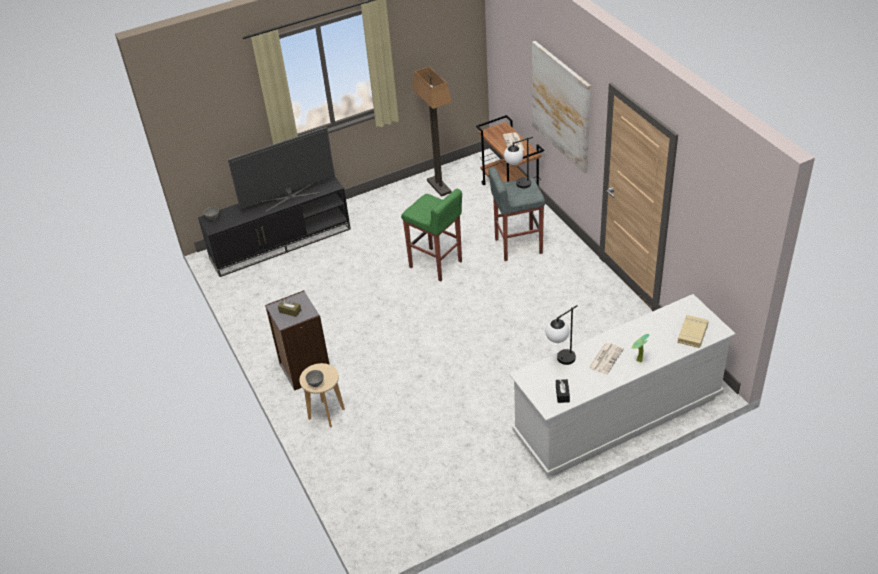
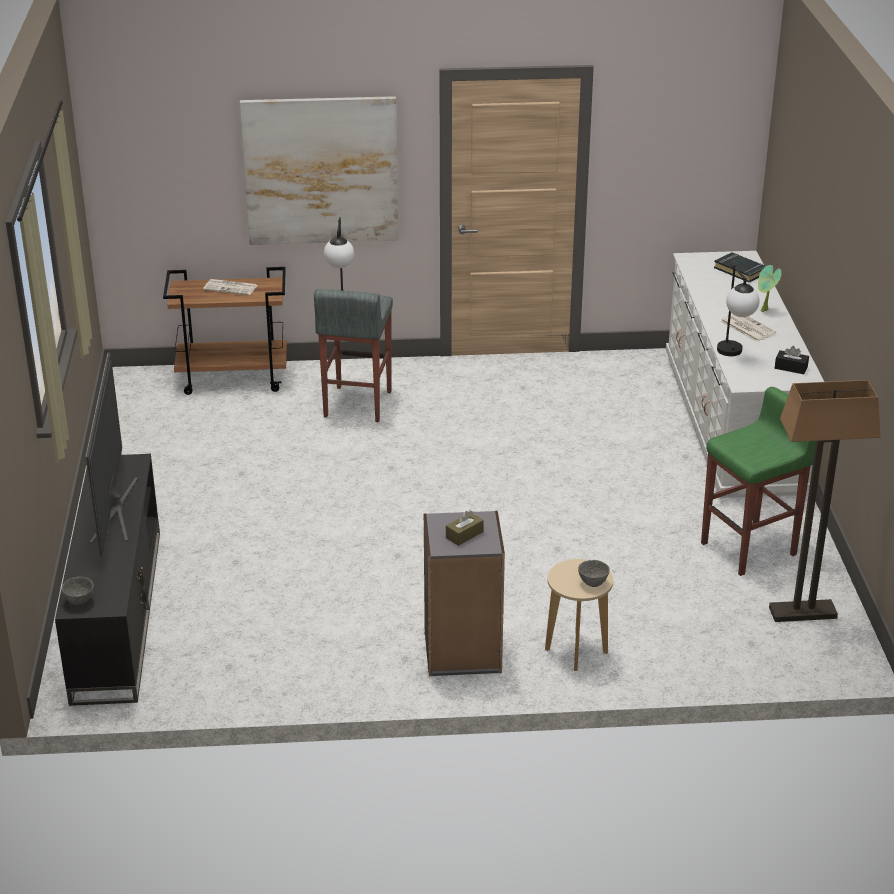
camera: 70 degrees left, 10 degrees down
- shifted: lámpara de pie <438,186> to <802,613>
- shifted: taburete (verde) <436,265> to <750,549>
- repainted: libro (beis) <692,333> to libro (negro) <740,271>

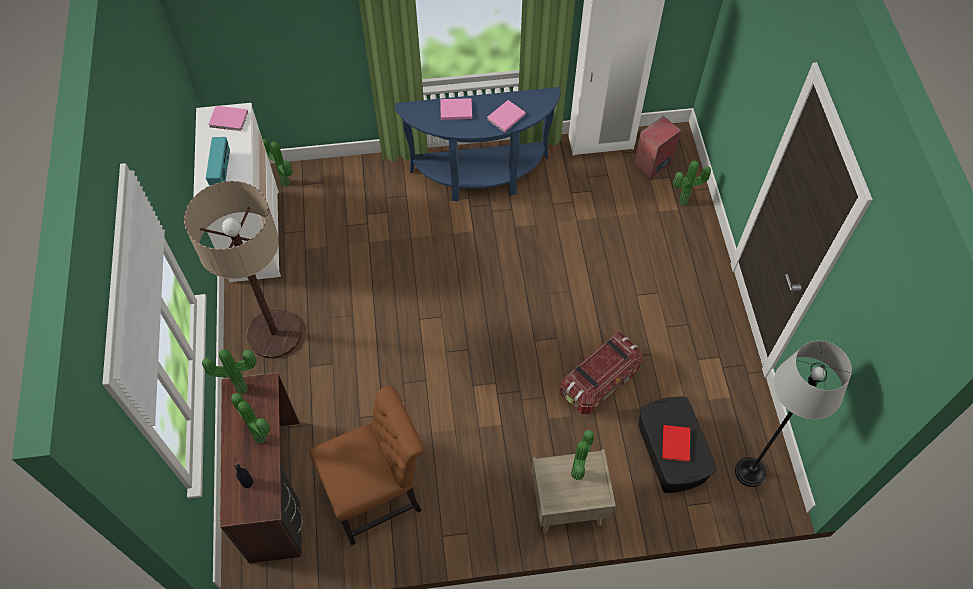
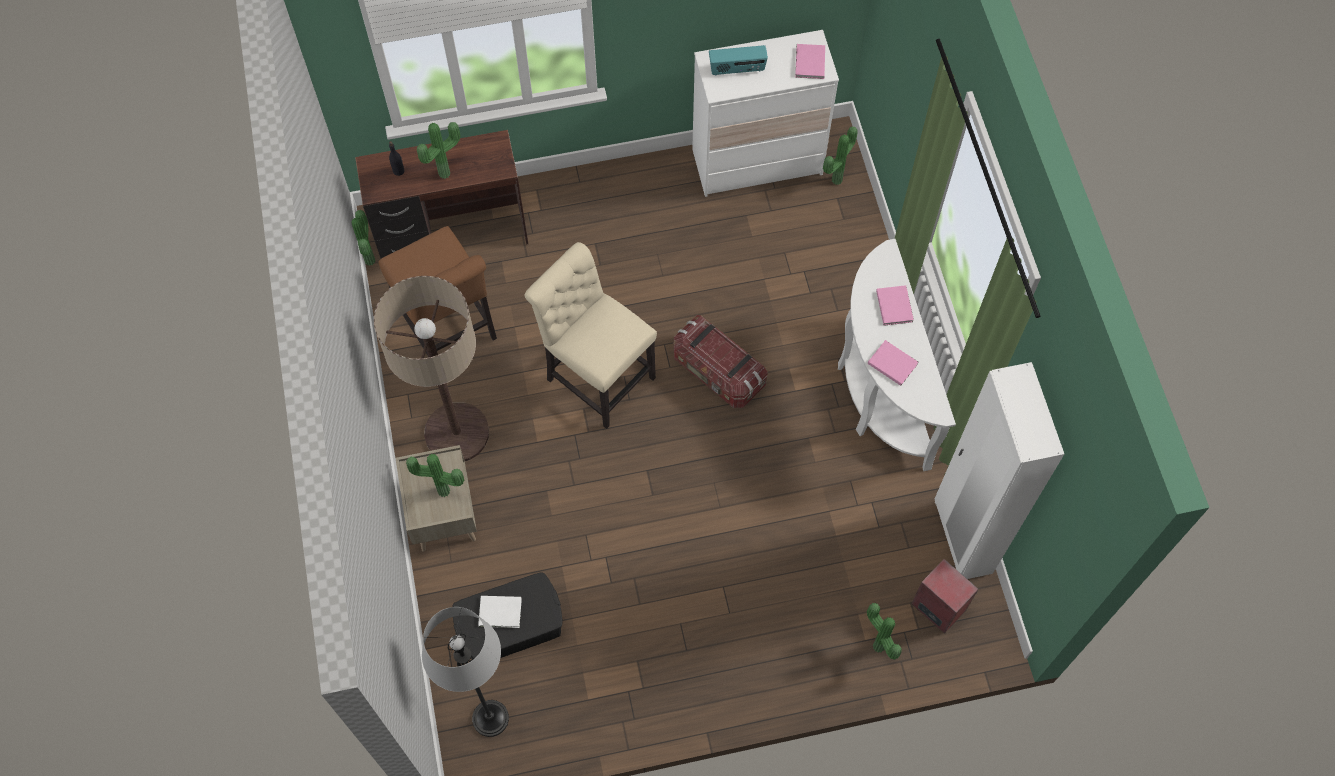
camera: 85 degrees right, 5 degrees up
- repainted: mesa consola (azul) <480,177> to mesa consola (blanco) <879,392>
- shifted: lámpara de pie <274,334> to <456,433>
- shifted: caja de almacenaje <600,382> to <717,372>
- shifted: planta en maceta <242,387> to <372,260>
- repainted: libro (rojo) <676,443> to libro (blanco) <501,613>
- new: silla (beis) <596,375>

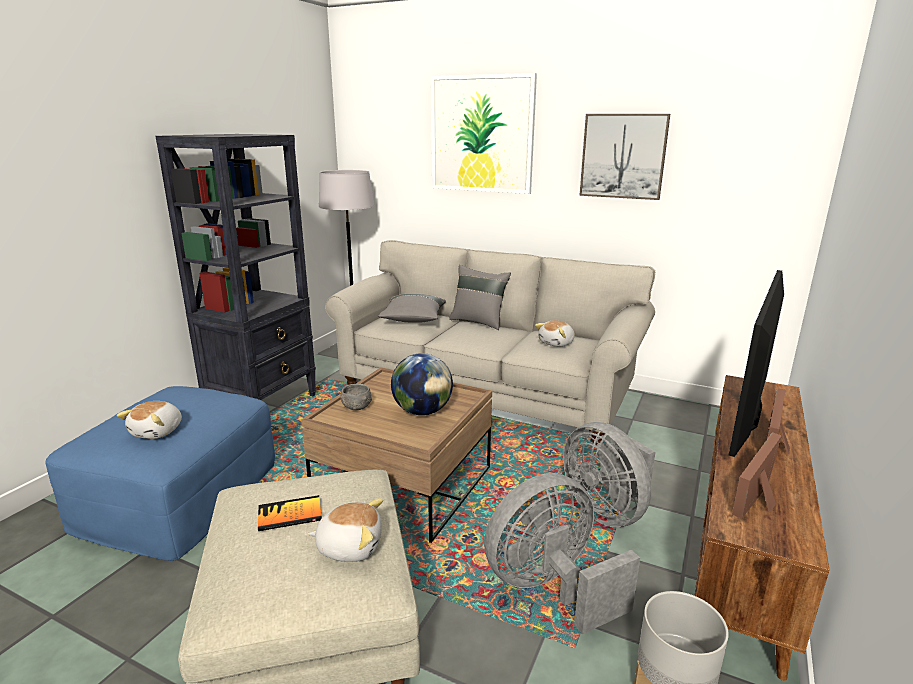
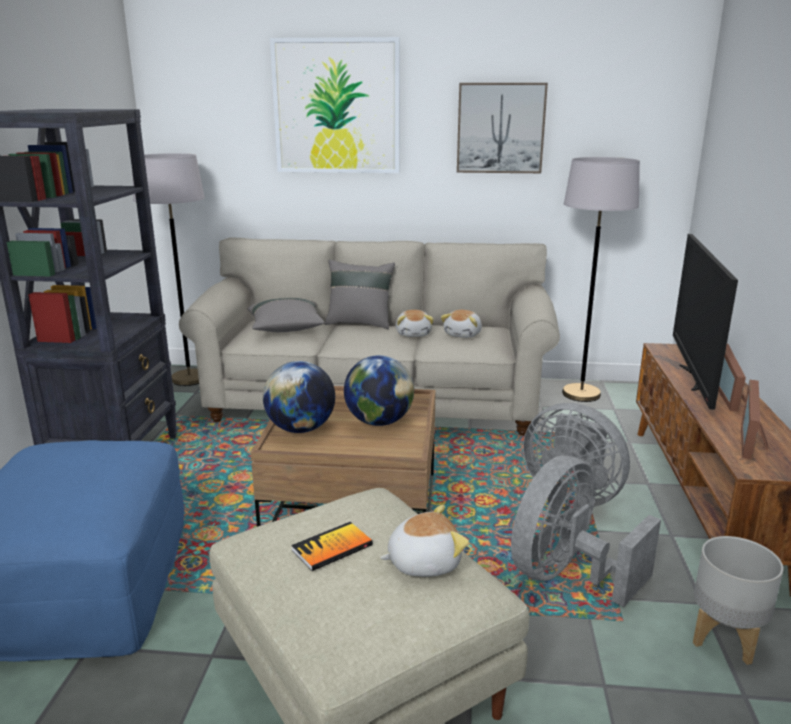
camera: 20 degrees left, 0 degrees up
- swapped: cuenco (gris) <356,406> to globo terráqueo <301,429>
- shifted: peluche <158,431> to <414,334>
- new: lámpara de pie (gris) <581,394>

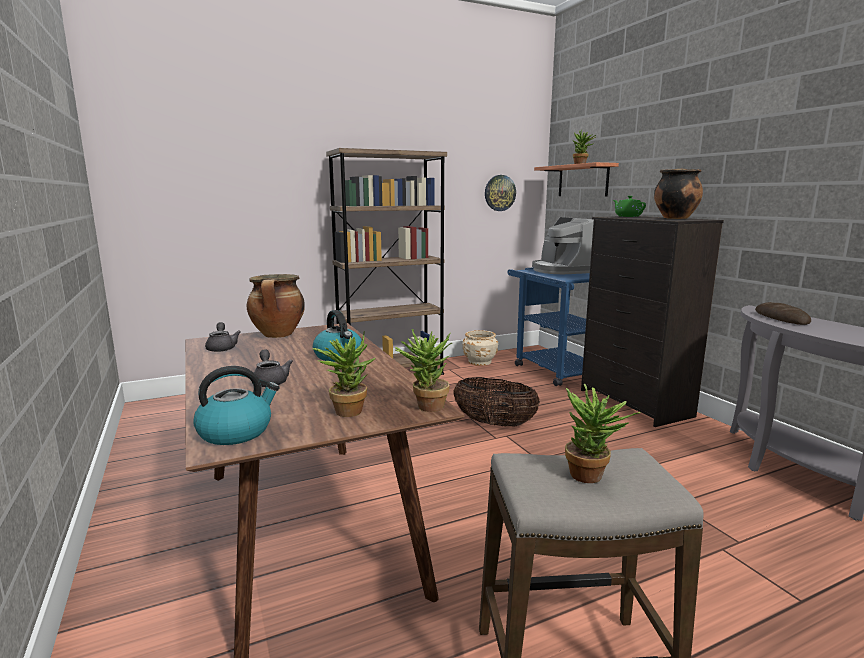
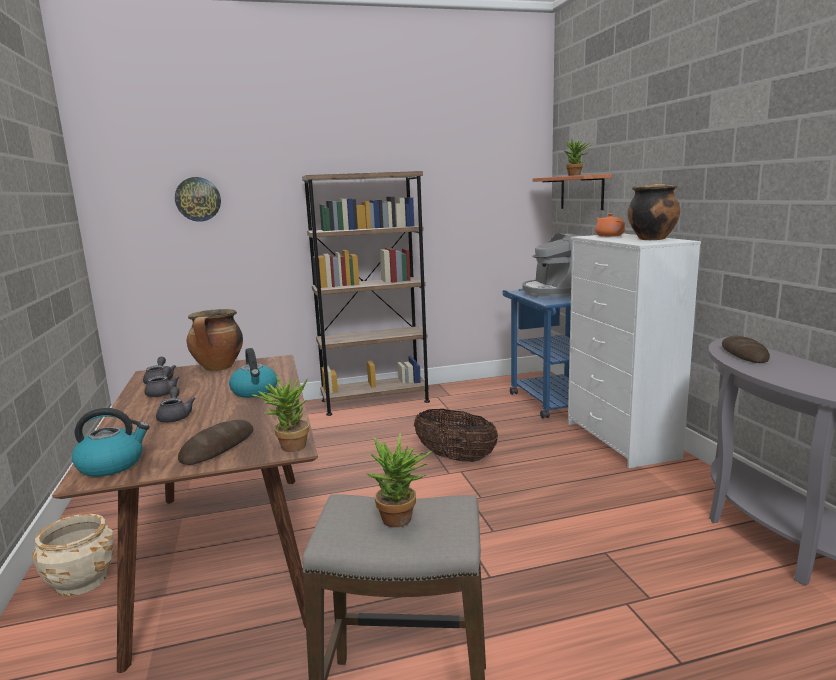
camera: 10 degrees right, 0 degrees up
- shifted: reloj de pared <499,193> to <198,199>
- repainted: tetera (verde) <627,216> to tetera (naranja) <609,236>
- repainted: cómoda (negro) <634,403> to cómoda (blanco) <620,440>
- shifted: maceta (beis) <479,361> to <82,581>
- swapped: planta en maceta <346,409> to pan <218,447>
- new: tetera (gris) <163,392>

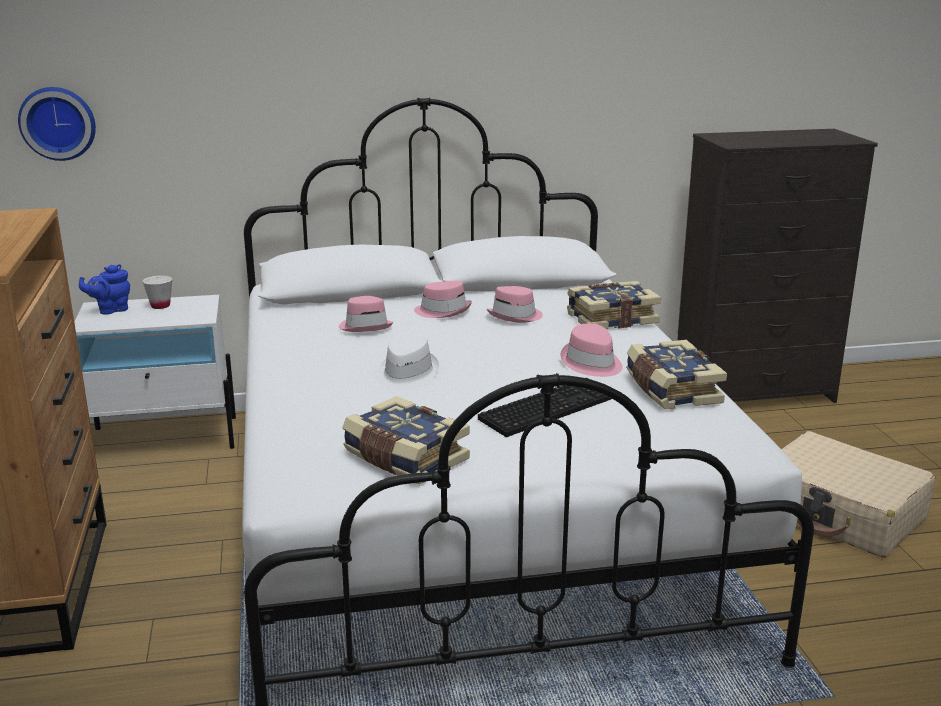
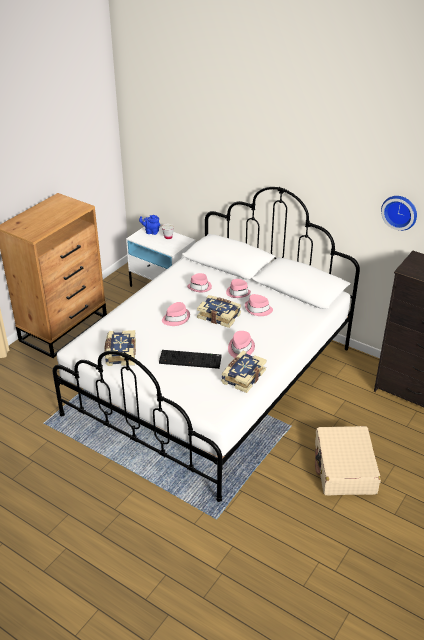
camera: 45 degrees right, 15 degrees up
- shifted: reloj de pared <58,123> to <400,211>
- shifted: libro <611,318> to <219,316>
- repainted: sombrero (blanco) <406,373> to sombrero (rosa) <176,318>

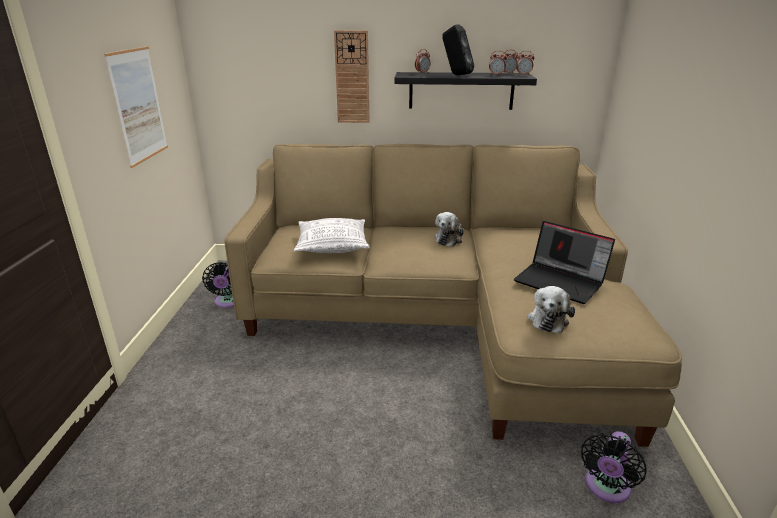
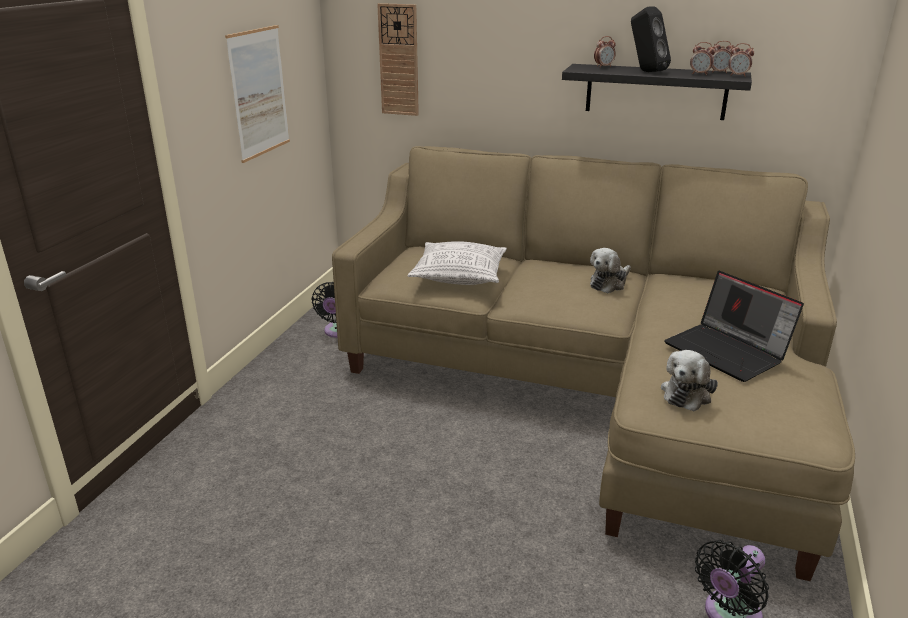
camera: 15 degrees right, 0 degrees up
- shifted: reloj de pared <352,77> to <399,60>

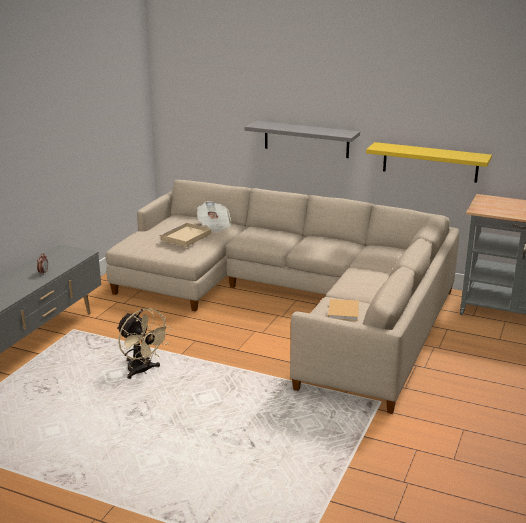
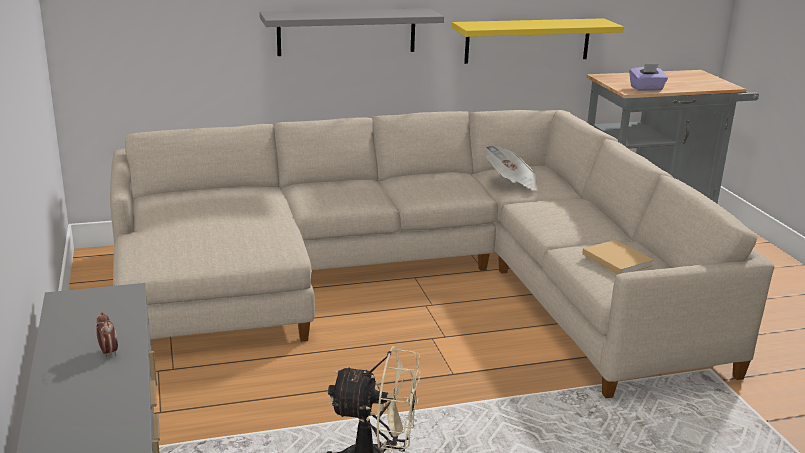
camera: 40 degrees left, 0 degrees up
- shifted: periódico <214,226> to <511,182>
- gone: bandeja (beis) <185,237>
- new: caja de pañuelos (morado) <646,88>

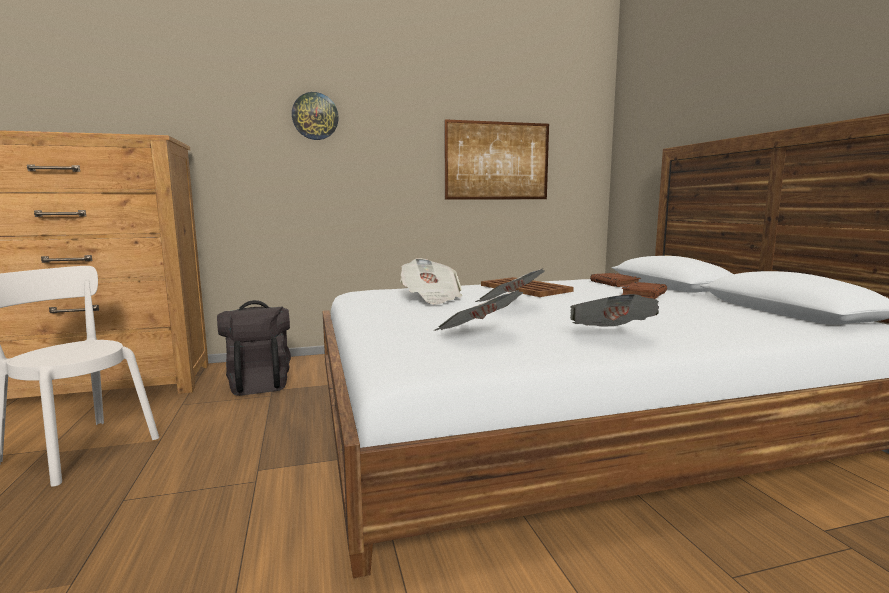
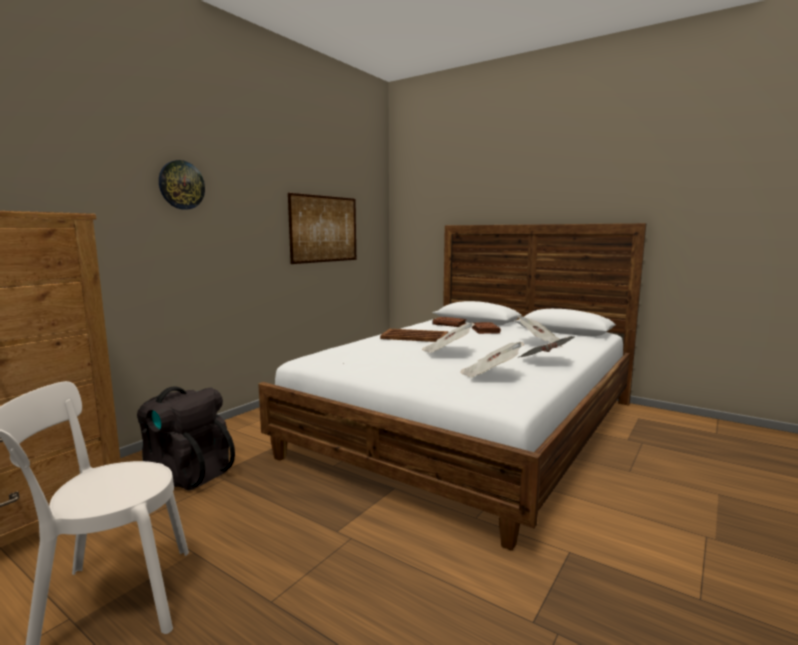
camera: 40 degrees left, 0 degrees up
- shifted: periódico <431,298> to <540,343>

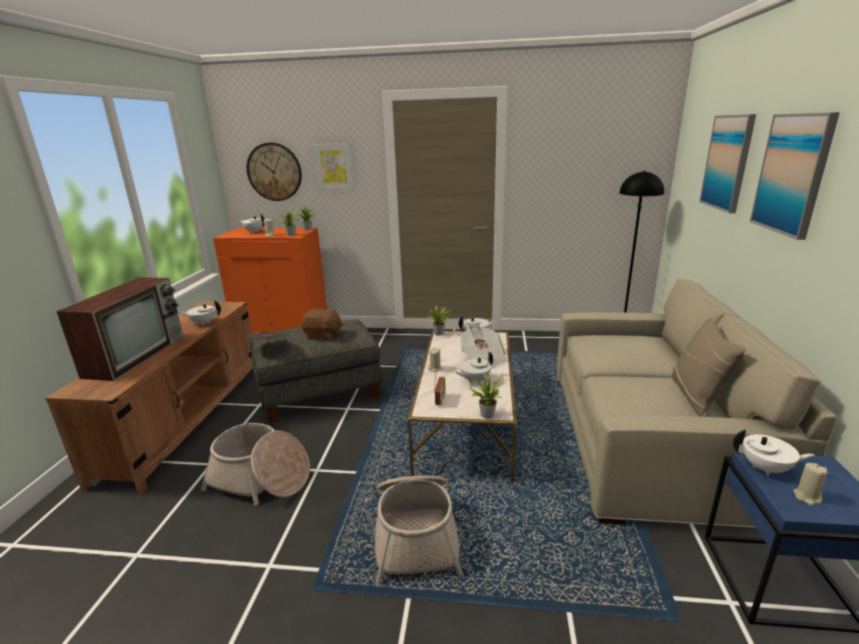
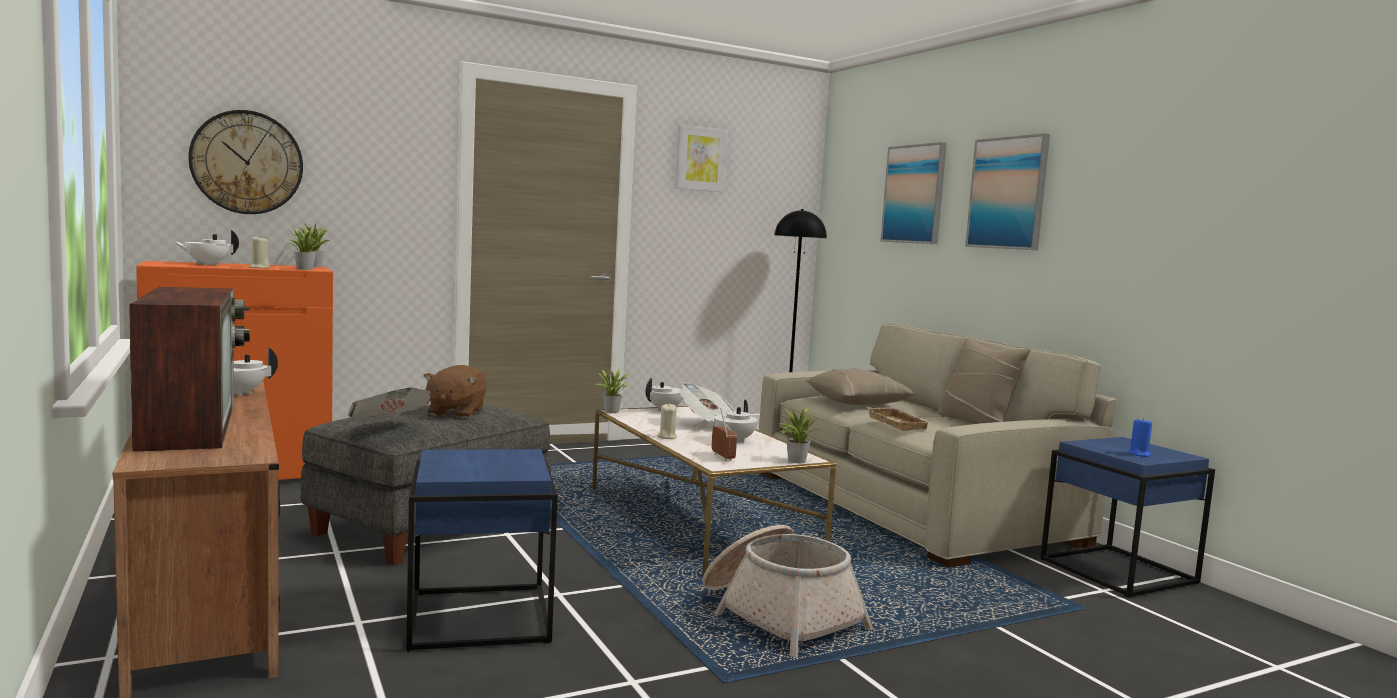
camera: 35 degrees left, 15 degrees down
- shifted: cuadro <334,166> to <701,159>
- rotated: peluche (marrón) <323,335> = <455,413> 120 degrees clockwise
- swapped: cesta <261,479> to mesa auxiliar (azul) <481,618>
- gone: tetera (blanco) <765,468>
- repainted: vela (beis) <807,497> to vela (azul) <1139,454>
- new: cojín (beis) <858,402>
- new: bandeja (beis) <900,424>

